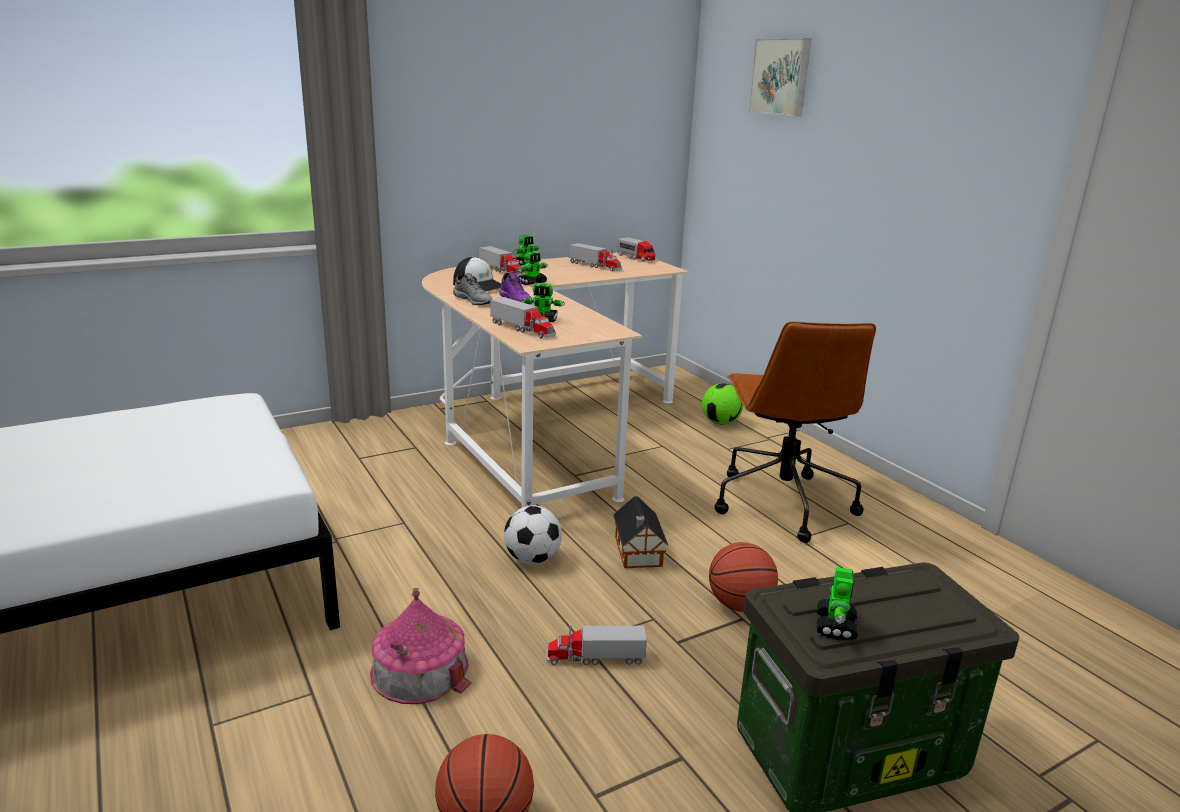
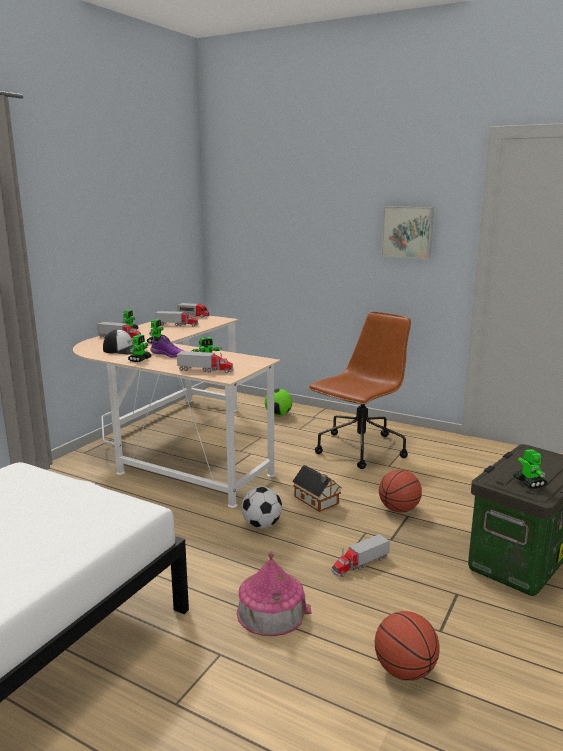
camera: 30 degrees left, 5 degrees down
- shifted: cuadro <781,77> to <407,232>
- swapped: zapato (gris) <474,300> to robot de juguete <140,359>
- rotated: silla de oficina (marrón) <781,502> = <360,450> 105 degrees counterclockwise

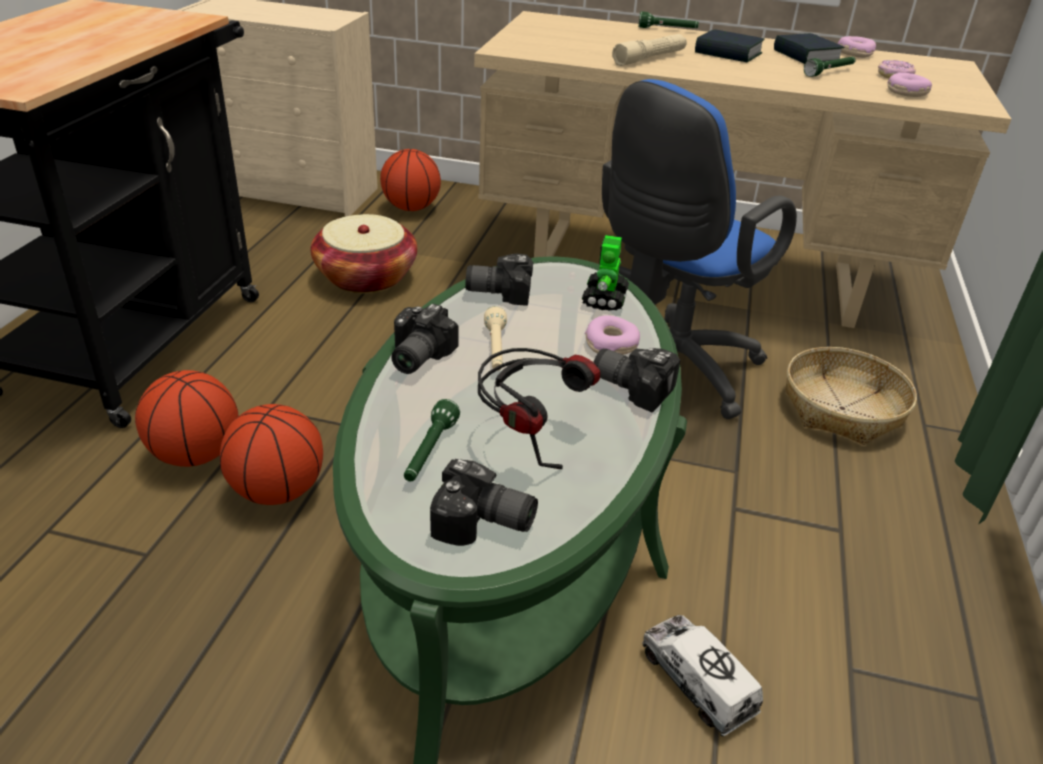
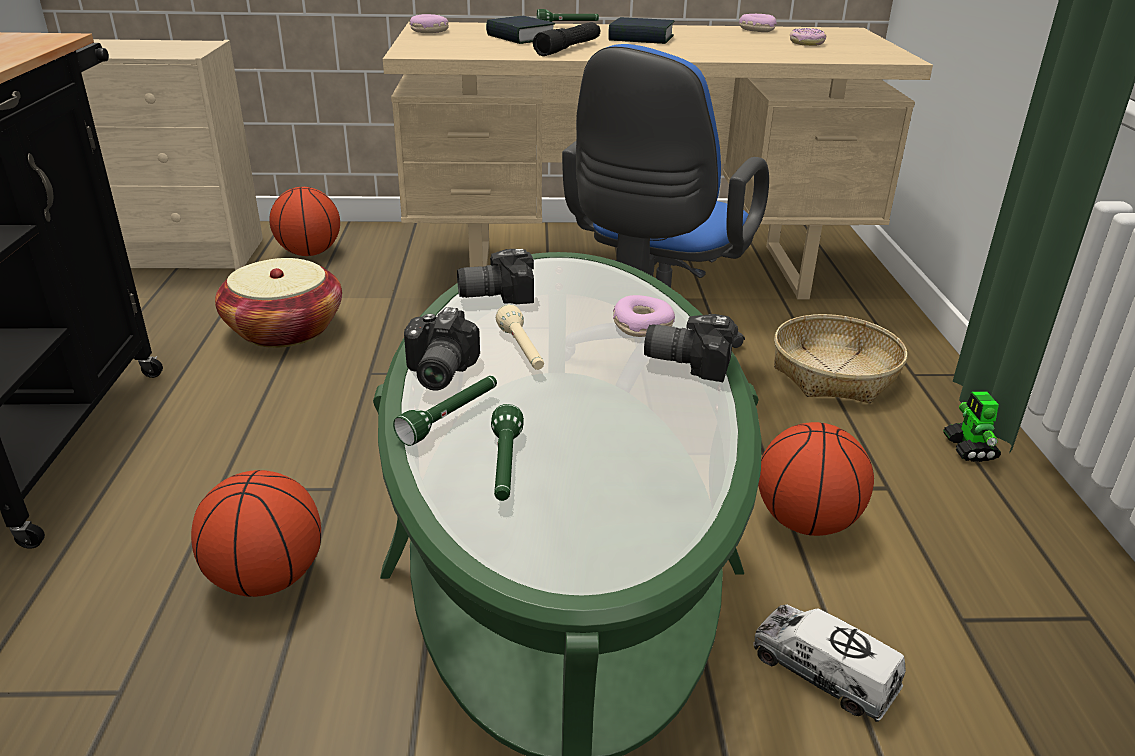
camera: 15 degrees left, 5 degrees down
- shifted: libro <806,56> to <520,38>
- repainted: linterna (beis) <649,58> to linterna (negro) <568,48>
- shifted: linterna (verde) <829,72> to <451,418>
- shifted: rosquilla <906,92> to <429,31>
- shifted: robot de juguete <604,299> to <969,449>
- gone: auriculares <529,436>
- shifted: balón de baloncesto <196,455> to <806,522>
- gone: cámara <483,524>

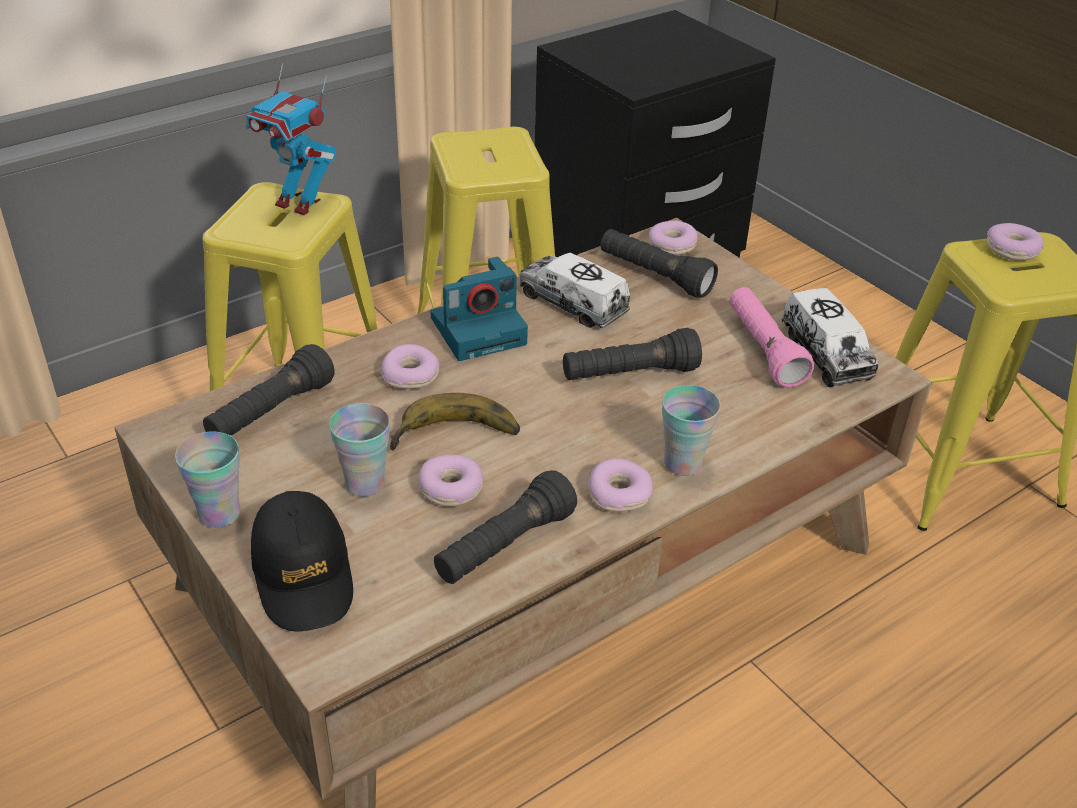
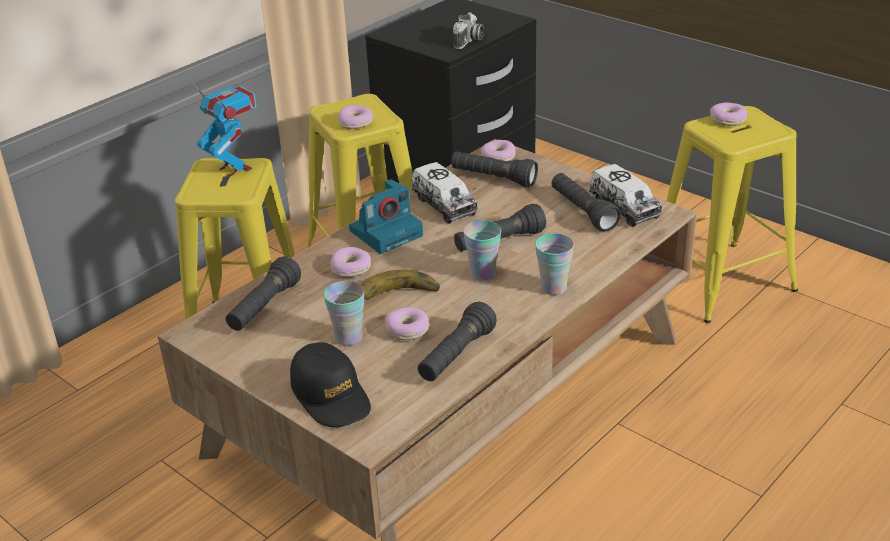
camera: 10 degrees left, 5 degrees down
- rotated: robot de juguete <299,203> = <235,168> 150 degrees counterclockwise
- rotated: camión de juguete <573,303> = <444,205> 150 degrees counterclockwise
- repainted: linterna (rosa) <763,350> to linterna (negro) <582,212>
- shifted: taza <219,514> to <483,274>
- shifted: rosquilla <619,494> to <356,123>
- new: cámara <469,41>

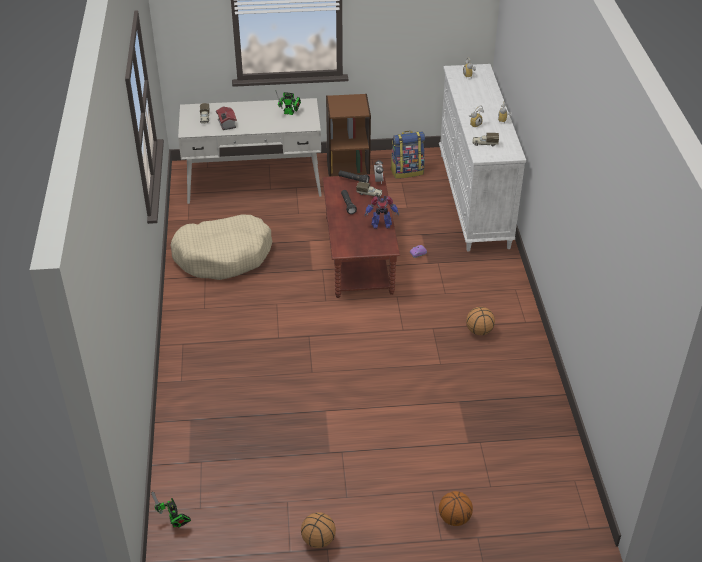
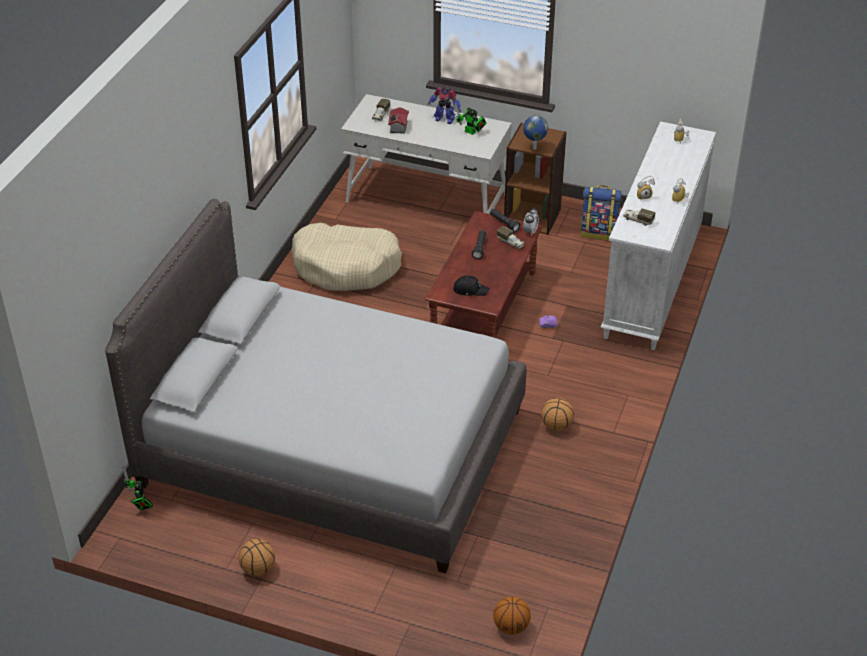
camera: 25 degrees right, 0 degrees up
- shifted: robot de juguete <381,224> to <444,119>
- shifted: balón de baloncesto <454,519> to <511,627>
- new: globo terráqueo <533,148>
- new: cama (gris) <332,447>
- new: gorra (negro) <470,290>

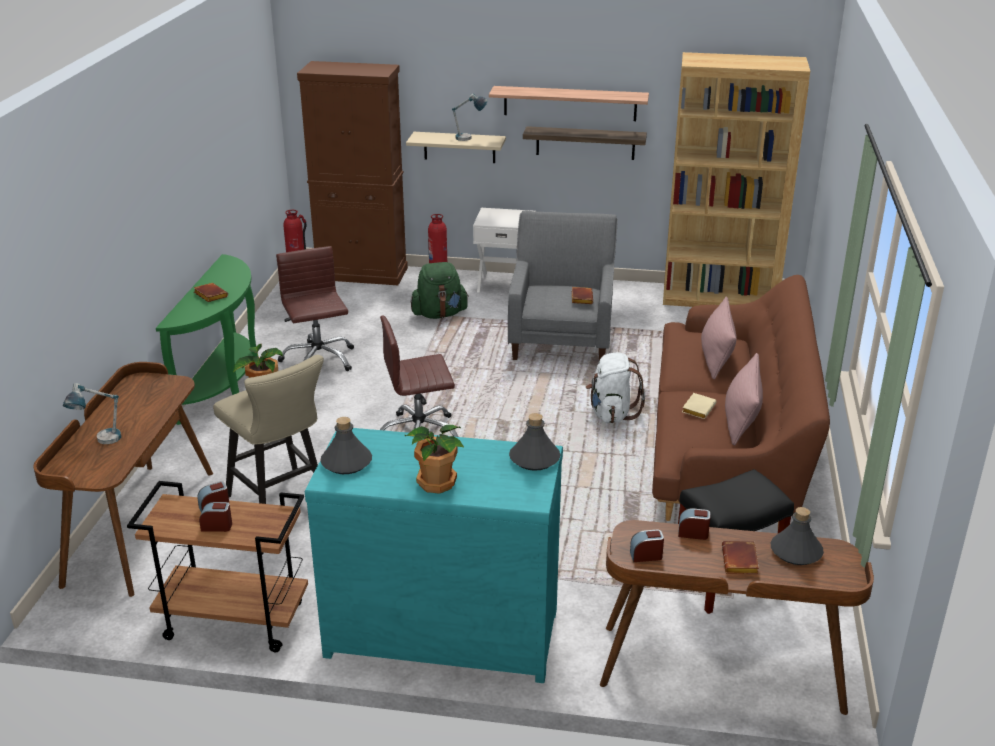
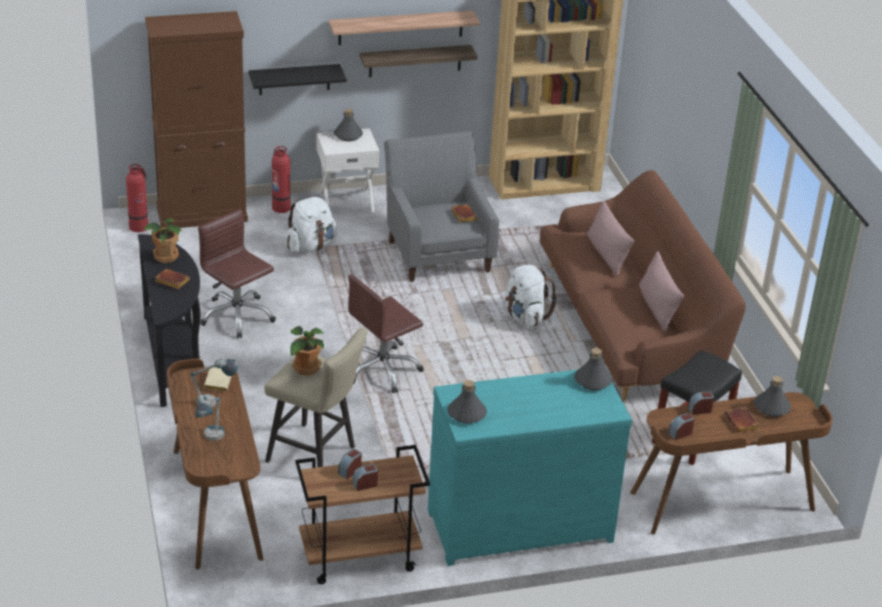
camera: 25 degrees left, 5 degrees up
- shifted: lámpara de mesa <470,139> to <215,403>
- repainted: estante (beis) <459,147> to estante (negro) <294,79>
- repainted: mesa consola (verde) <226,385> to mesa consola (negro) <173,359>
- repainted: mochila (verde) <439,314> to mochila (blanco) <311,246>
- shifted: libro (beis) <698,408> to <217,381>
- shifted: planta en maceta <436,482> to <165,256>
- new: botella (gris) <348,135>

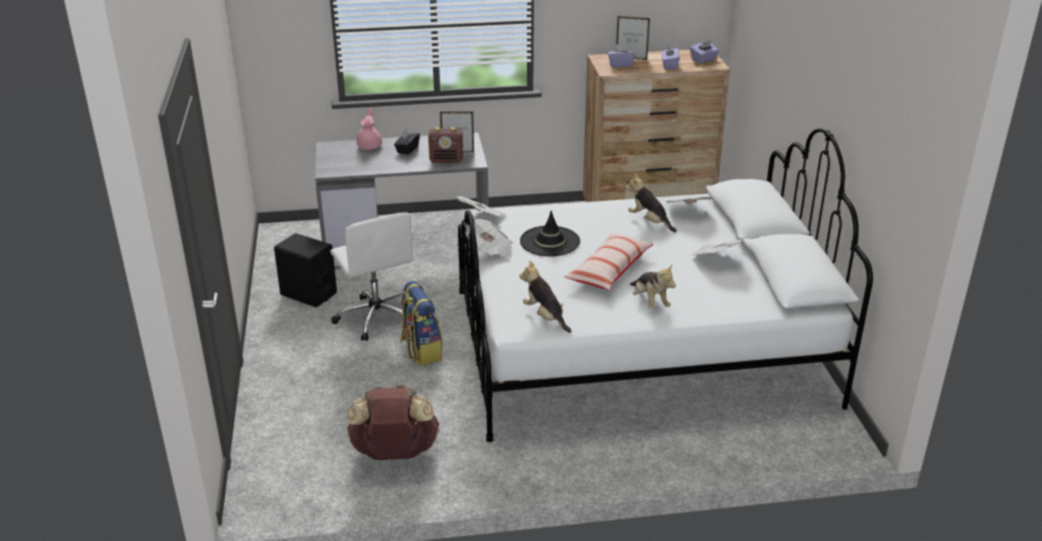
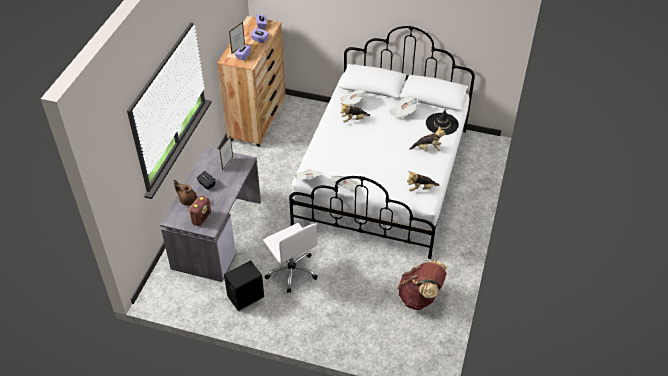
camera: 65 degrees left, 15 degrees up
- repainted: tetera (rosa) <370,146> to tetera (marrón) <187,200>
- shifted: radio <446,160> to <201,218>
- shifted: sombrero (negro) <550,241> to <442,124>
- rotated: silla de oficina (blanco) <376,317> = <291,271> 60 degrees clockwise
- gone: cojín <609,270>
- gone: mochila <421,351>

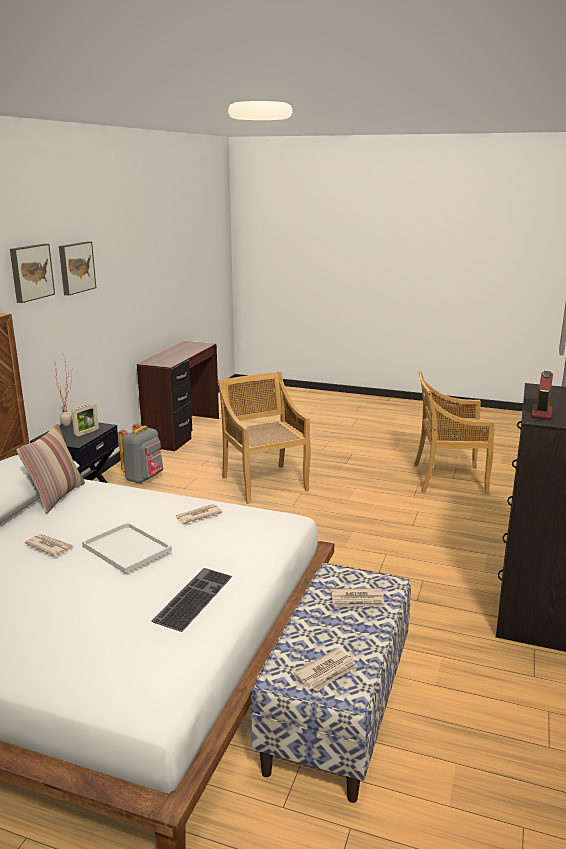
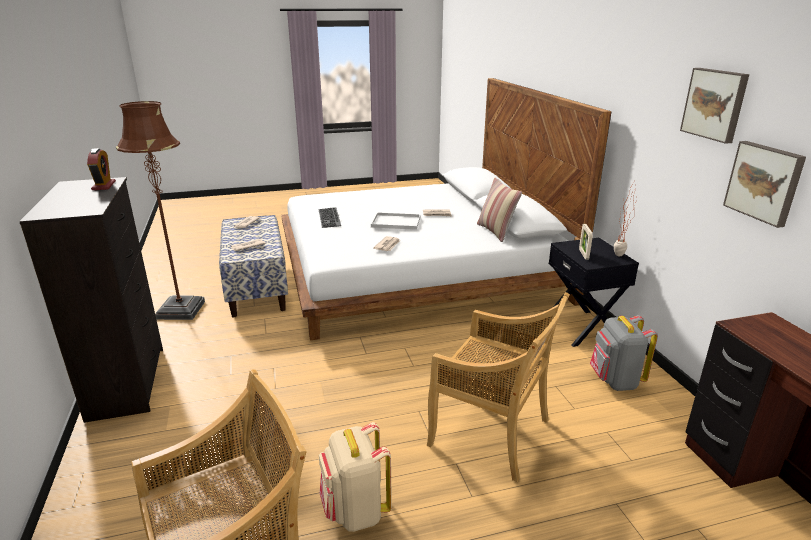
camera: 145 degrees right, 5 degrees up
- shifted: cuadro <30,272> to <764,182>
- new: lámpara de pie (marrón) <181,310>
- new: mochila (beis) <355,511>

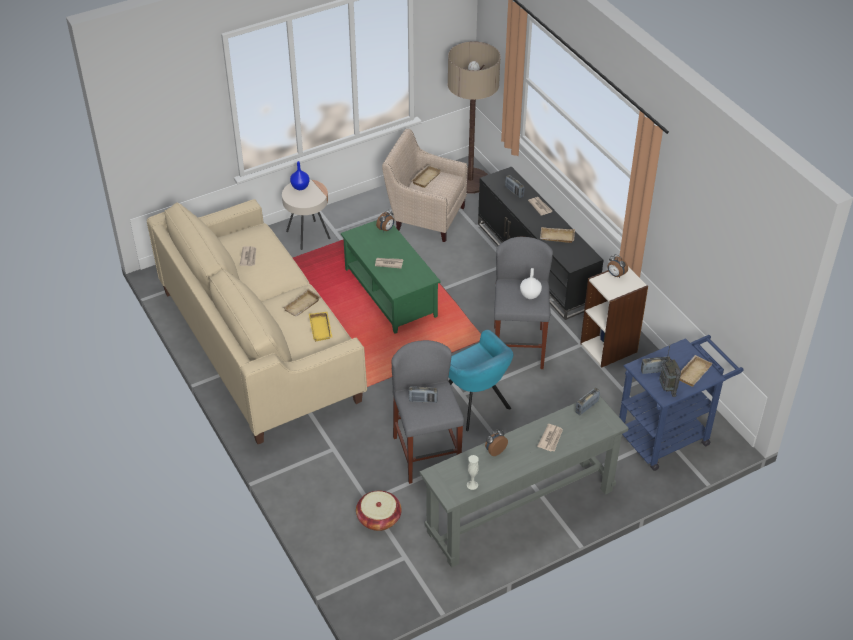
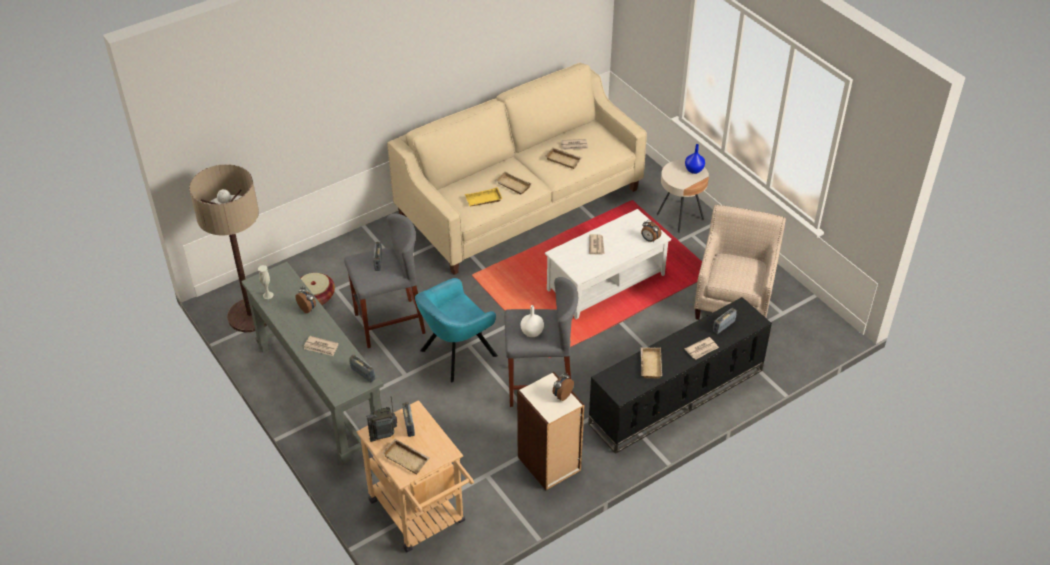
camera: 85 degrees right, 0 degrees up
- shifted: lámpara de pie <470,181> to <250,316>
- shifted: bandeja (beis) <425,178> to <564,160>
- repainted: mesa de centro (verde) <389,293> to mesa de centro (blanco) <605,282>
- repainted: carrito (azul) <669,434> to carrito (beis) <421,516>

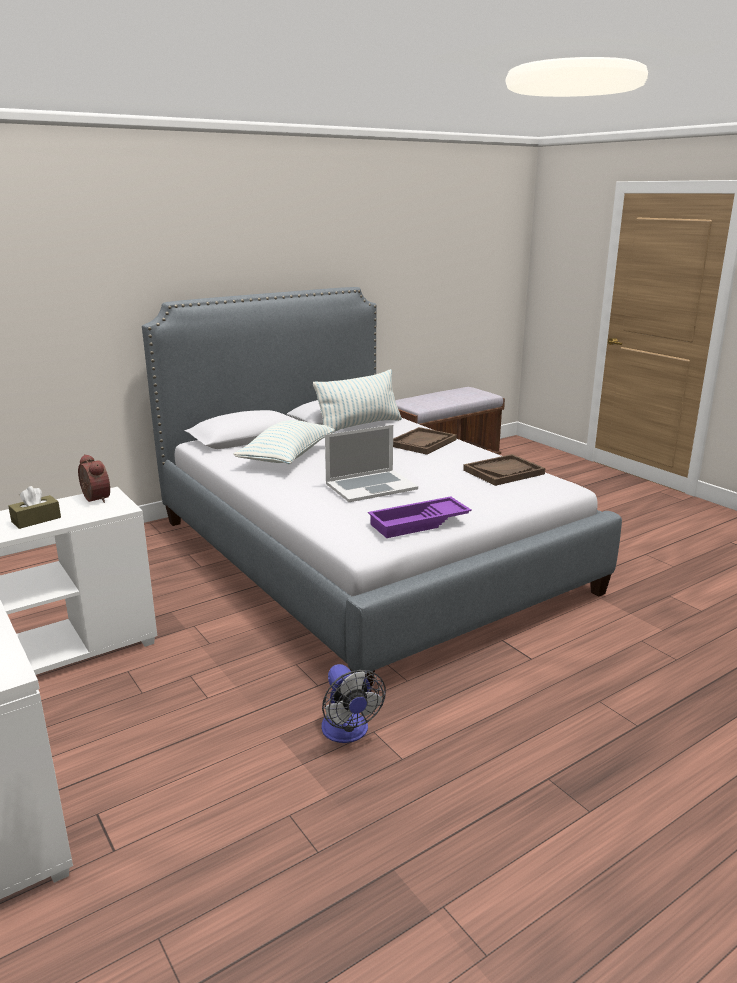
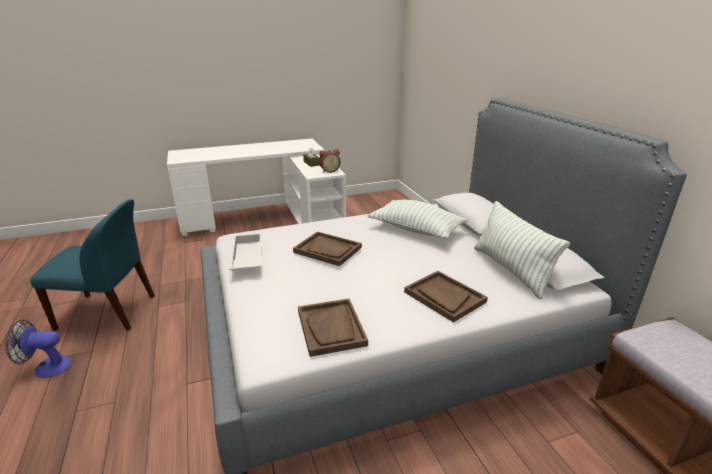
camera: 105 degrees right, 5 degrees up
- swapped: portátil <371,486> to bandeja (marrón) <328,250>
- repainted: bandeja (morado) <419,523> to bandeja (blanco) <246,257>
- shifted: ventilador <348,732> to <46,367>
- new: silla (azul) <109,312>

